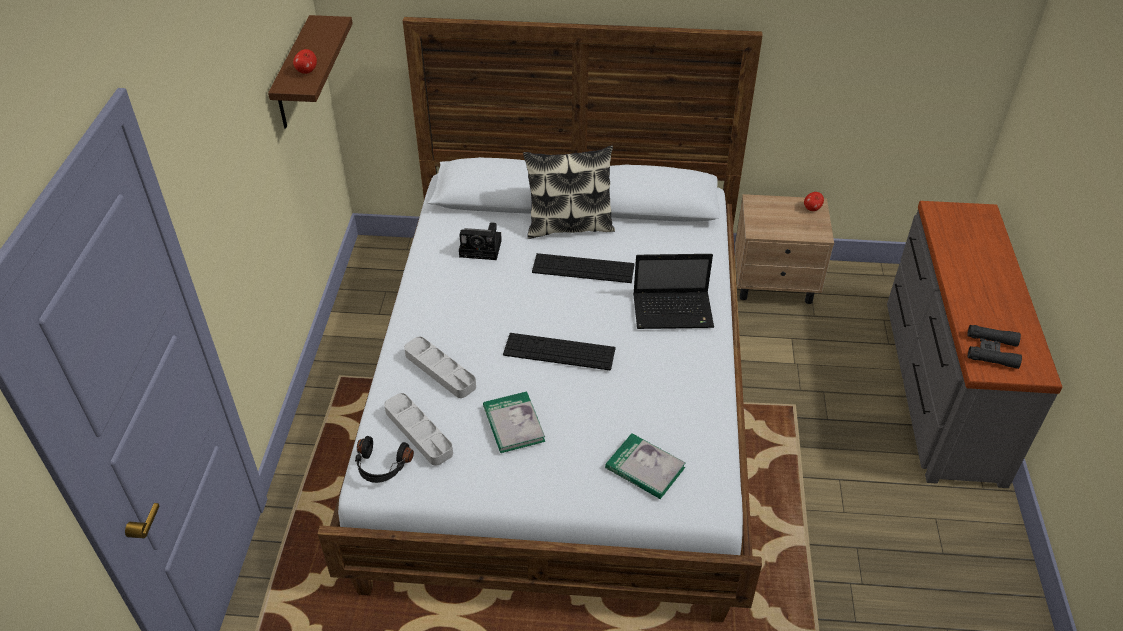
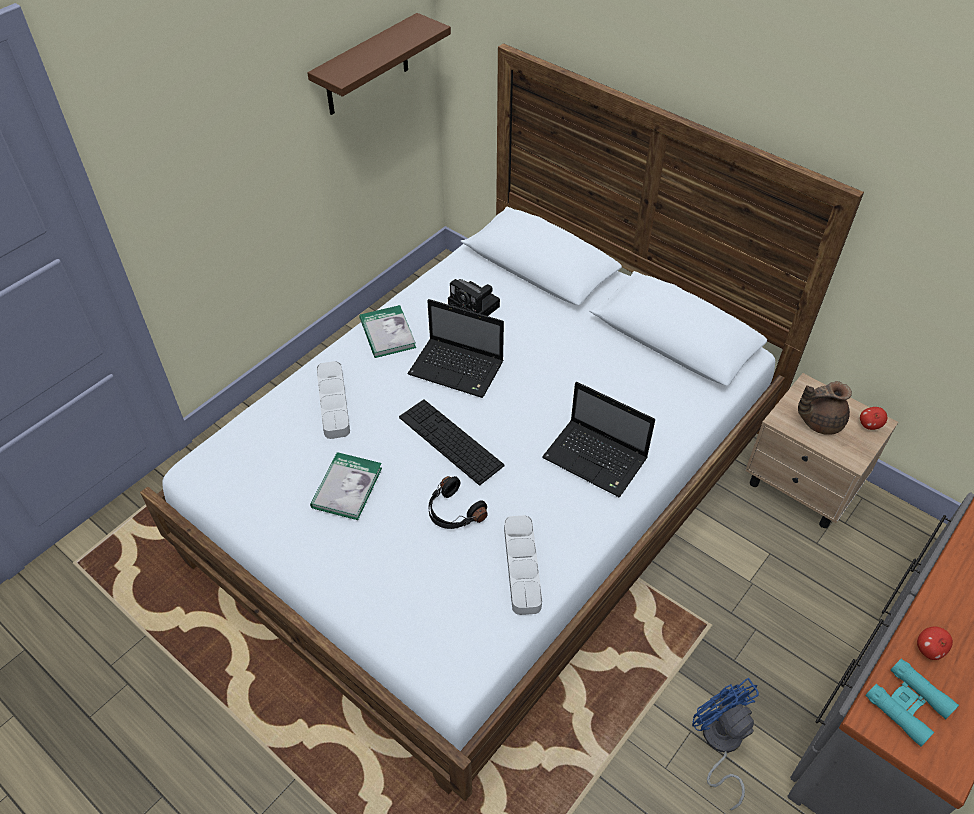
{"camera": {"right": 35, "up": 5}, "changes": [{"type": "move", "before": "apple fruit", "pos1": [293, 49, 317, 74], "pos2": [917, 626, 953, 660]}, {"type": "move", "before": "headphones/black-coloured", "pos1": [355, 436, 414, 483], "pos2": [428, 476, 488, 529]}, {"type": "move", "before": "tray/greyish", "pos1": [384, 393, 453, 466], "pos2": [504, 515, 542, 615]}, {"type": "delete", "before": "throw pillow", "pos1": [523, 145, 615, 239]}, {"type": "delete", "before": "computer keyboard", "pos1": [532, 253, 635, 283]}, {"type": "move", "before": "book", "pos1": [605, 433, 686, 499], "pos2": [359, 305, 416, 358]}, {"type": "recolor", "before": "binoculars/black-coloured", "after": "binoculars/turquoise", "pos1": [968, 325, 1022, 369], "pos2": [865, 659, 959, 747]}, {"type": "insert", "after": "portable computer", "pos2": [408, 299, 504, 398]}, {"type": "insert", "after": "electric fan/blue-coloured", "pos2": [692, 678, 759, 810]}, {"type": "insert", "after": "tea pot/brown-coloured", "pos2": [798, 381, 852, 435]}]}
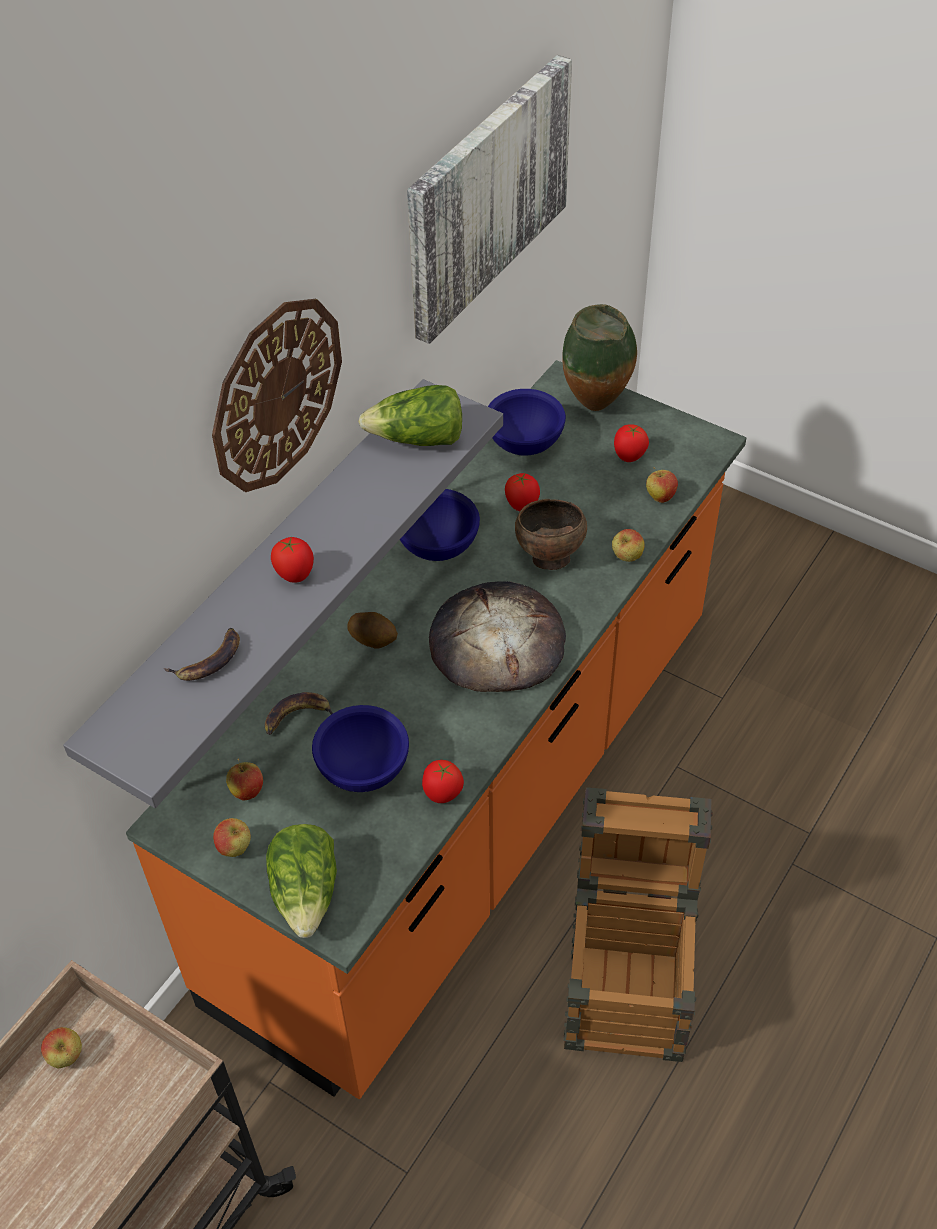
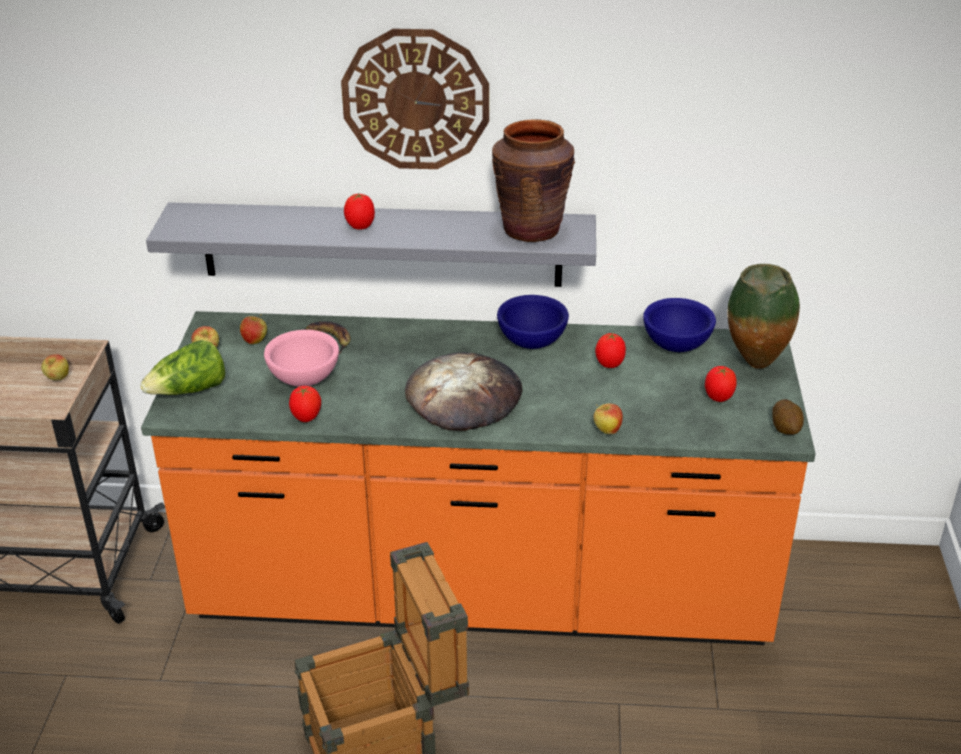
{"camera": {"right": 60, "up": -15}, "changes": [{"type": "delete", "before": "whole banana", "pos1": [163, 628, 240, 681]}, {"type": "recolor", "before": "deep dish/blue-coloured", "after": "deep dish/pink-coloured", "pos1": [312, 705, 409, 792], "pos2": [264, 330, 339, 387]}, {"type": "move", "before": "potato", "pos1": [347, 612, 398, 648], "pos2": [772, 399, 804, 435]}, {"type": "replace", "before": "lettuce head", "after": "flower vase/brown-coloured", "pos1": [358, 385, 462, 446], "pos2": [492, 119, 575, 242]}, {"type": "delete", "before": "picture", "pos1": [407, 55, 572, 344]}, {"type": "delete", "before": "deep dish/brown-coloured", "pos1": [515, 499, 587, 570]}, {"type": "delete", "before": "apple fruit", "pos1": [646, 467, 678, 503]}]}
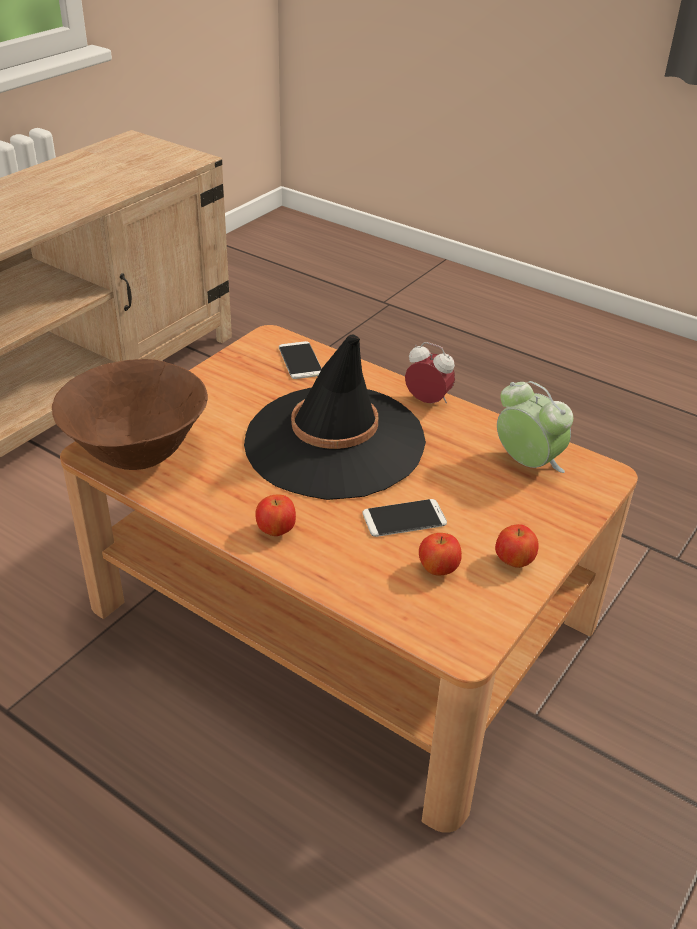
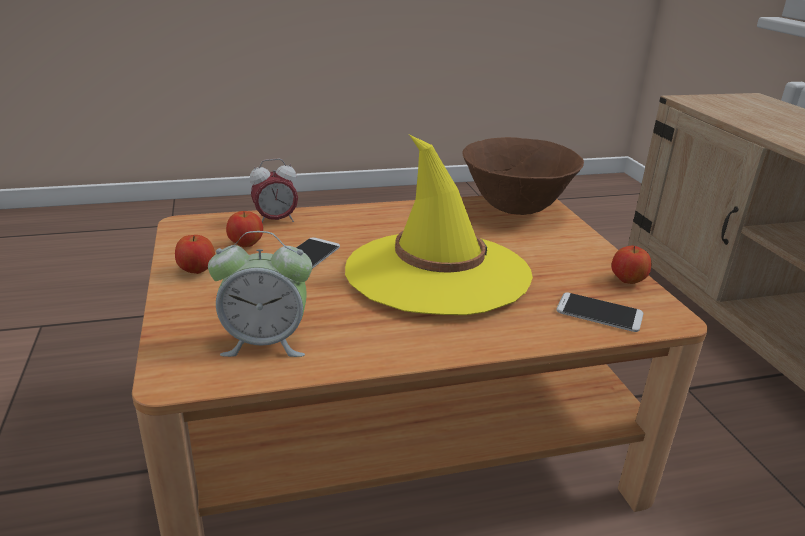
{"camera": {"right": 130, "up": -10}, "changes": [{"type": "recolor", "before": "hat/black-coloured", "after": "hat/yellow", "pos1": [244, 335, 426, 500], "pos2": [345, 135, 533, 315]}, {"type": "move", "before": "apple fruit", "pos1": [255, 494, 296, 536], "pos2": [611, 246, 651, 284]}, {"type": "move", "before": "alarm clock", "pos1": [405, 342, 455, 404], "pos2": [250, 158, 298, 223]}]}
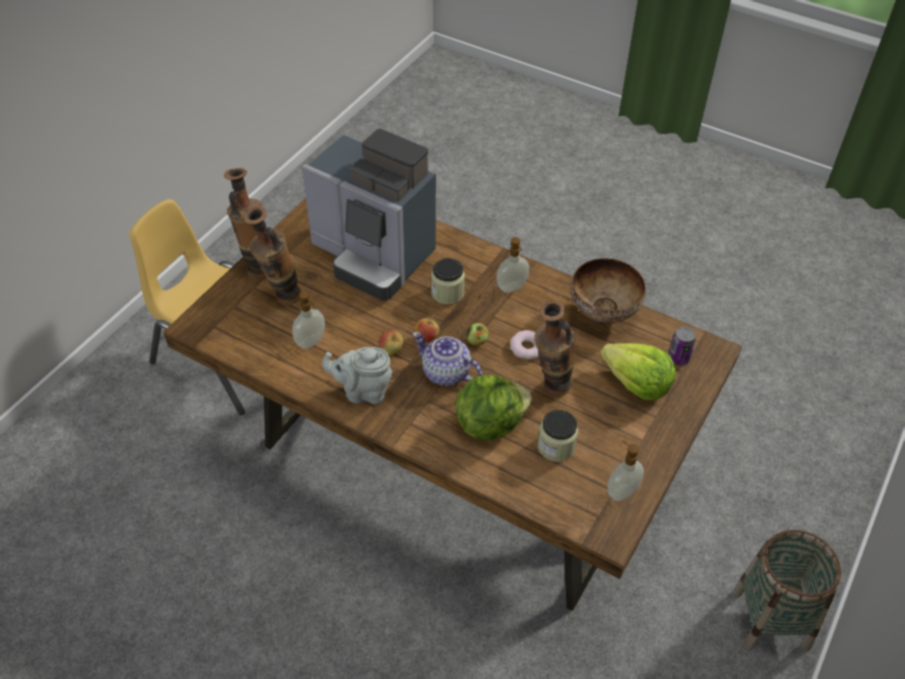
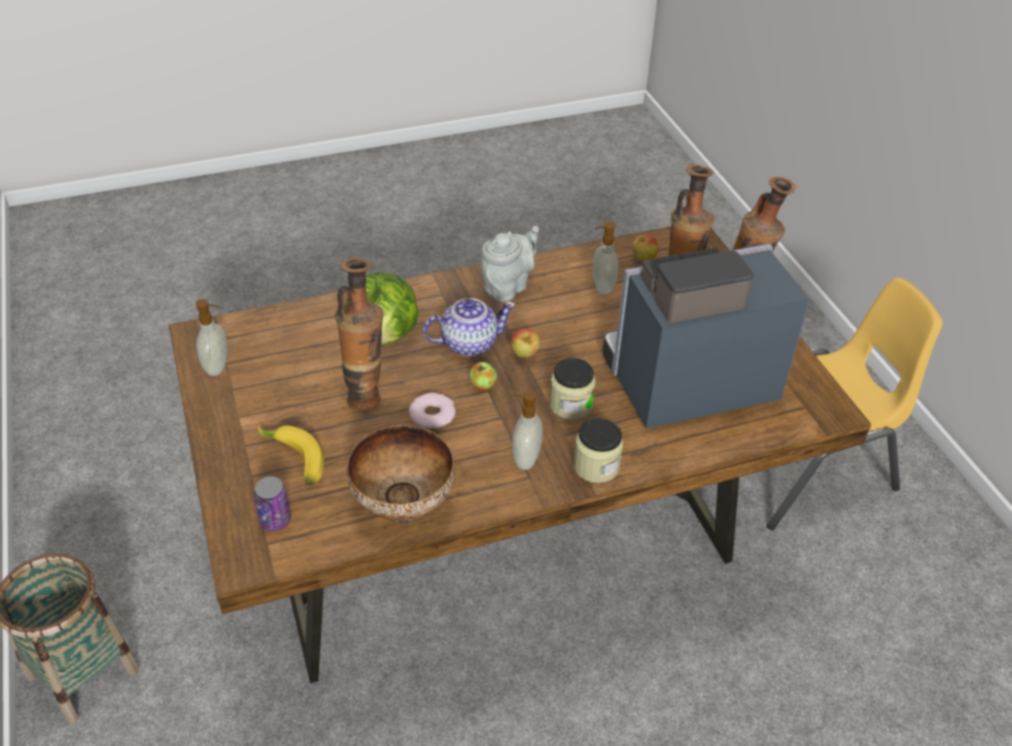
{"camera": {"right": 130, "up": -5}, "changes": [{"type": "move", "before": "apple fruit", "pos1": [379, 330, 404, 355], "pos2": [632, 234, 658, 261]}, {"type": "move", "before": "storage jar", "pos1": [538, 410, 578, 462], "pos2": [573, 418, 623, 483]}, {"type": "replace", "before": "lettuce head", "after": "whole banana", "pos1": [600, 343, 676, 400], "pos2": [257, 426, 324, 485]}]}
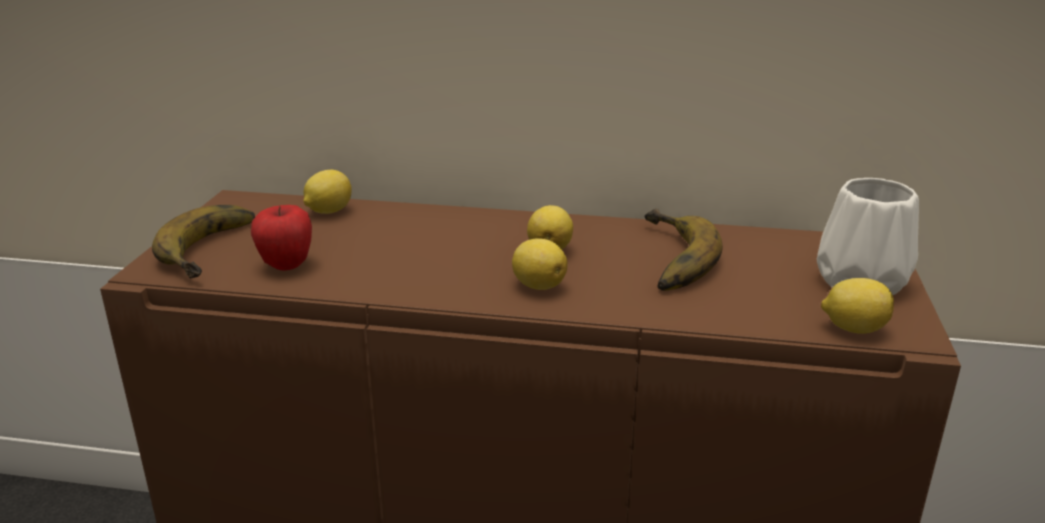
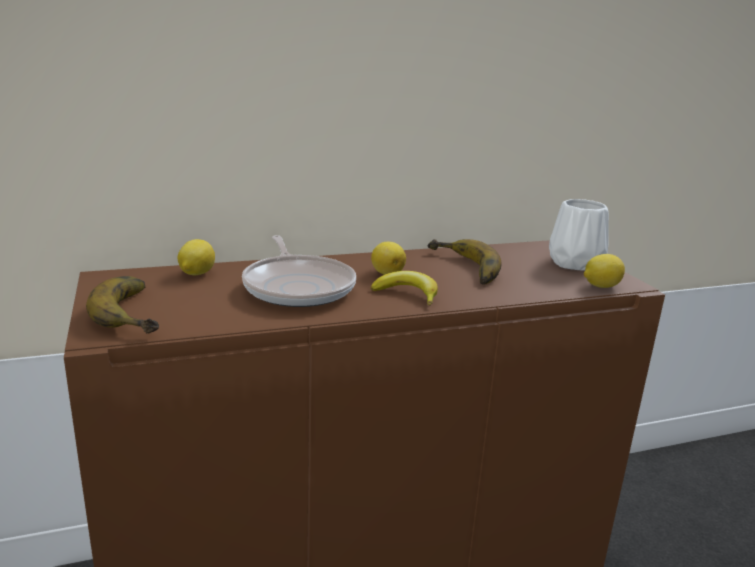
{"camera": {"right": -30, "up": -5}, "changes": [{"type": "delete", "before": "apple fruit", "pos1": [251, 205, 312, 270]}, {"type": "replace", "before": "whole lemon", "after": "whole banana", "pos1": [512, 238, 567, 290], "pos2": [371, 271, 438, 306]}, {"type": "insert", "after": "pan", "pos2": [242, 235, 356, 307]}]}
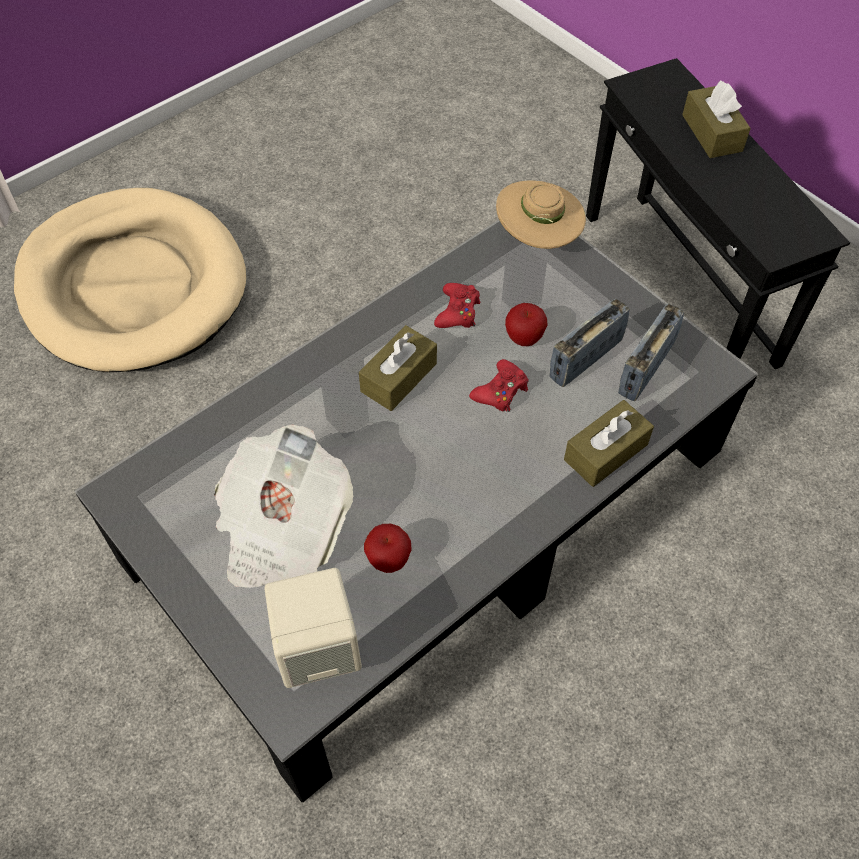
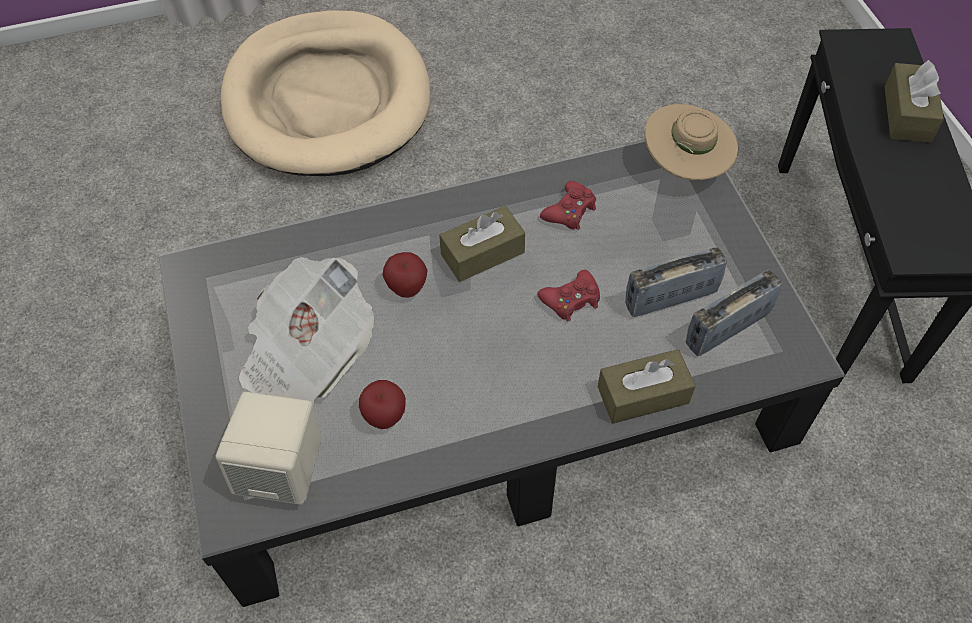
{"camera": {"right": 25, "up": 0}, "changes": [{"type": "move", "before": "apple fruit", "pos1": [505, 303, 548, 346], "pos2": [382, 252, 427, 298]}]}
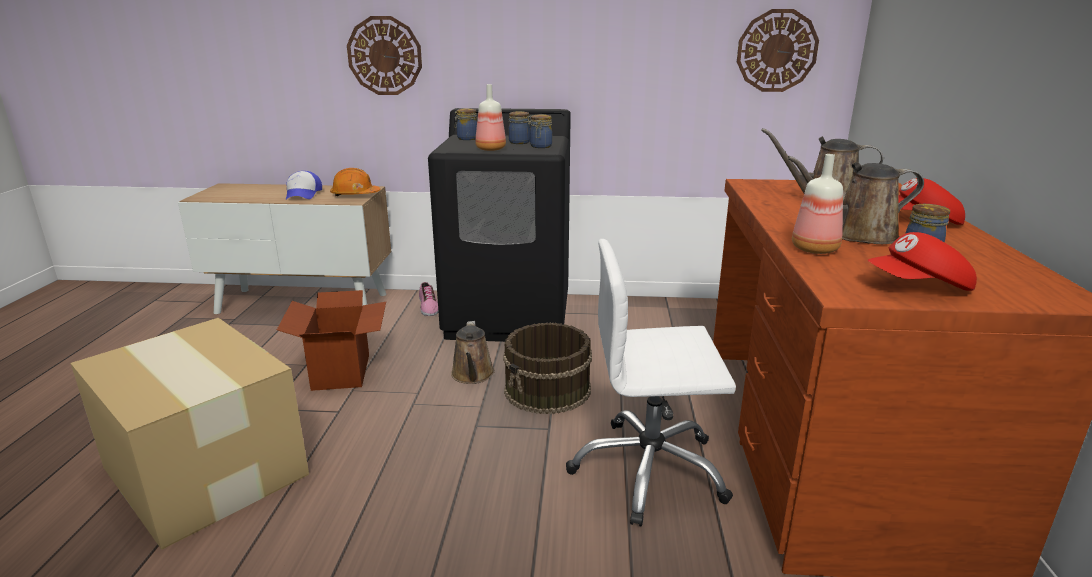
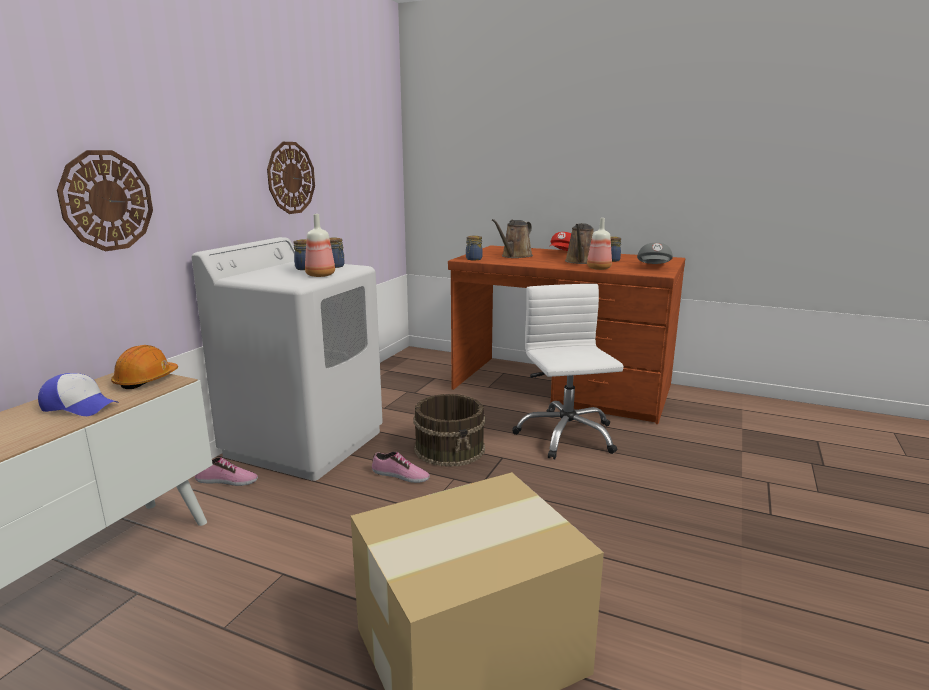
{"camera": {"right": -70, "up": -5}, "changes": [{"type": "delete", "before": "cardboard box", "pos1": [277, 290, 386, 391]}, {"type": "recolor", "before": "laundry appliance/black-coloured", "after": "laundry appliance/white-coloured", "pos1": [428, 108, 571, 342], "pos2": [192, 237, 383, 481]}, {"type": "replace", "before": "sprinkling can/brown-coloured", "after": "shoe", "pos1": [451, 321, 495, 384], "pos2": [372, 452, 430, 483]}, {"type": "move", "before": "storage jar", "pos1": [455, 108, 477, 140], "pos2": [466, 236, 483, 260]}, {"type": "rotate", "before": "computer chair/white-coloured", "pos1": [566, 239, 736, 526], "pos2": [512, 284, 624, 460], "turn": 150}, {"type": "move", "before": "clock on the wall", "pos1": [737, 9, 819, 92], "pos2": [267, 142, 315, 214]}, {"type": "recolor", "before": "baseball cap/red", "after": "baseball cap/greyish", "pos1": [868, 232, 977, 291], "pos2": [637, 243, 673, 264]}]}
